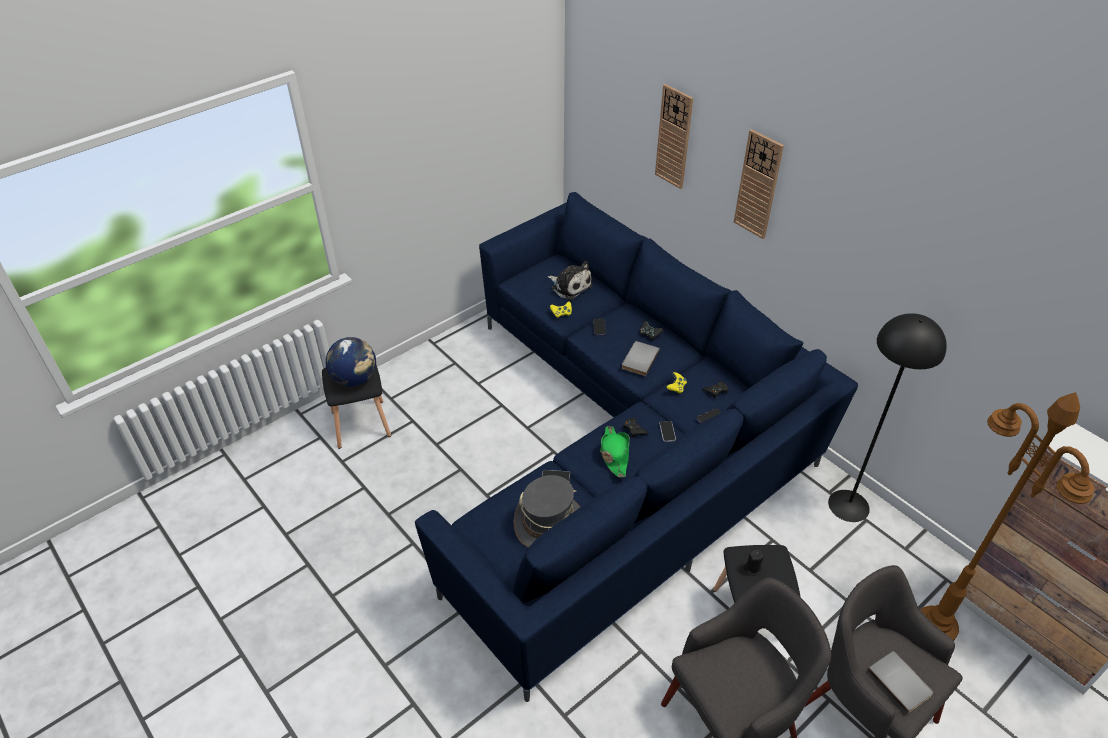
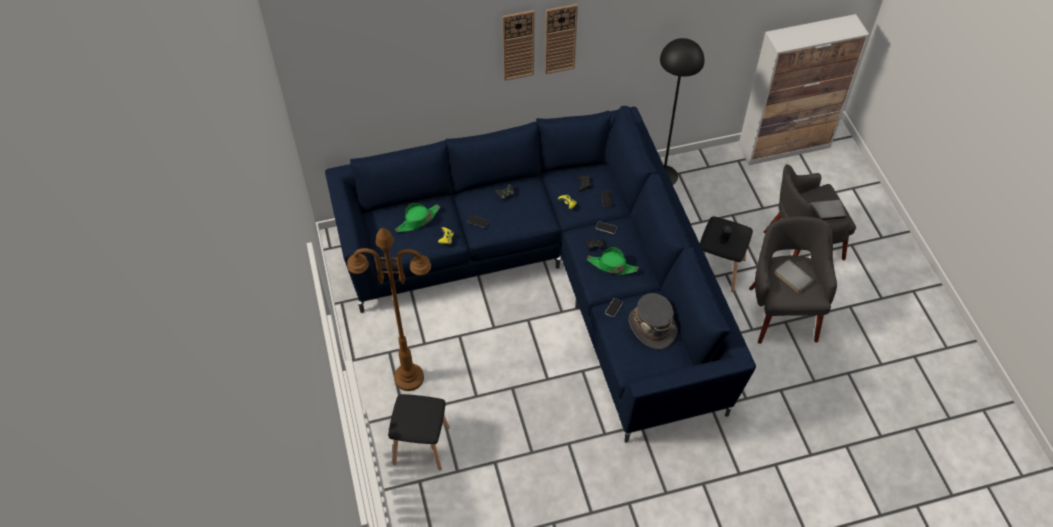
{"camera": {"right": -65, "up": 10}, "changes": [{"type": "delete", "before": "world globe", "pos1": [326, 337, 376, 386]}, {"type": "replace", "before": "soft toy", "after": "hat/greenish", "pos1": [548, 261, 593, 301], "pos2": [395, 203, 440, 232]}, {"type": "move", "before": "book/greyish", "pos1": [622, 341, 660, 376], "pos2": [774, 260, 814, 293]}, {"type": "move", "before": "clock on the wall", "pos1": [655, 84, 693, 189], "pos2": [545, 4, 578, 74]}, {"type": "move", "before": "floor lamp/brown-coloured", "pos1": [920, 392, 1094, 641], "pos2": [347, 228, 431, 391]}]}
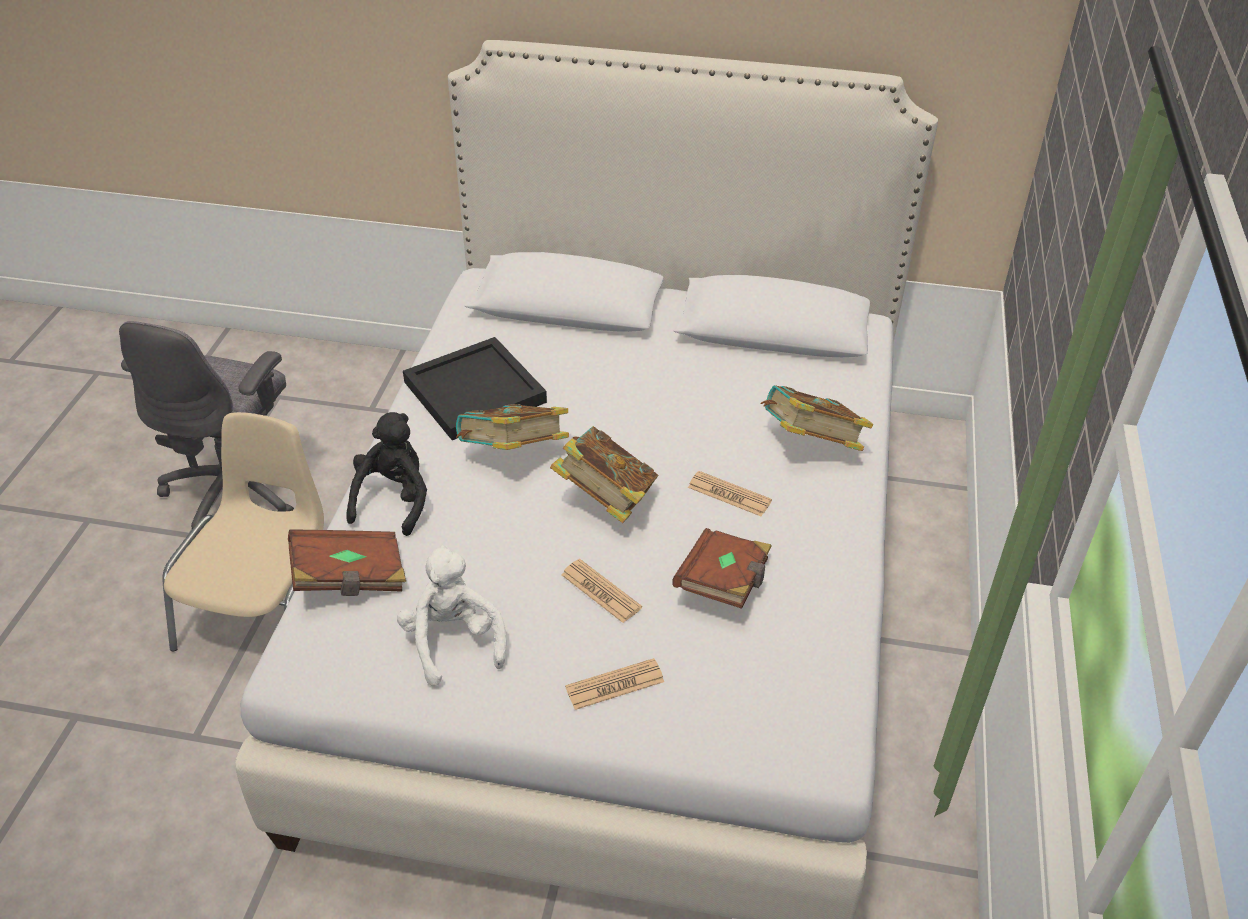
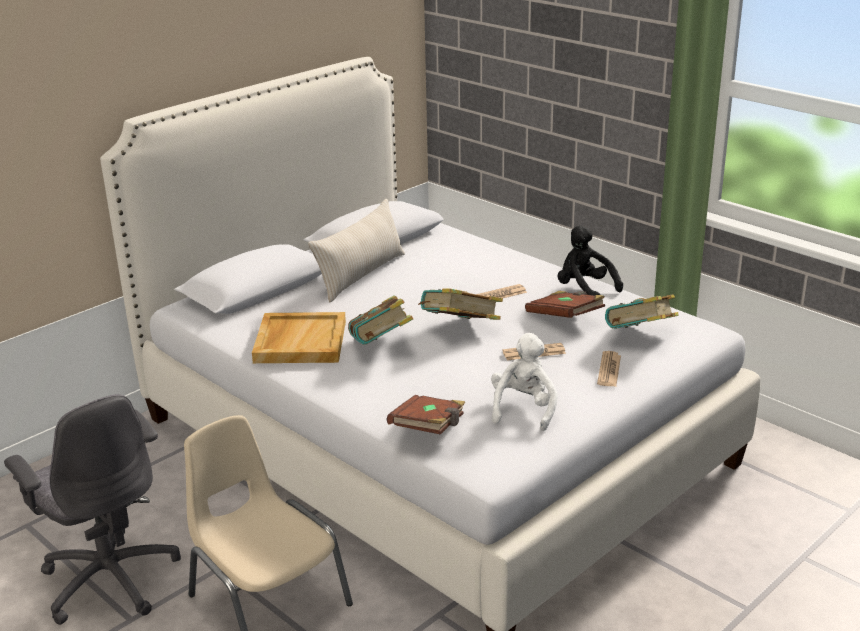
{"camera": {"right": -55, "up": -15}, "changes": [{"type": "move", "before": "soft toy/black-coloured", "pos1": [346, 412, 427, 536], "pos2": [558, 226, 623, 296]}, {"type": "rotate", "before": "soft toy/white-coloured", "pos1": [397, 545, 506, 686], "pos2": [491, 333, 558, 431], "turn": 90}, {"type": "recolor", "before": "tray/black-coloured", "after": "tray/beige-coloured", "pos1": [403, 337, 547, 440], "pos2": [252, 312, 346, 363]}, {"type": "move", "before": "book", "pos1": [761, 385, 873, 451], "pos2": [605, 294, 679, 329]}, {"type": "insert", "after": "throw pillow/beige-coloured", "pos2": [308, 199, 405, 302]}]}
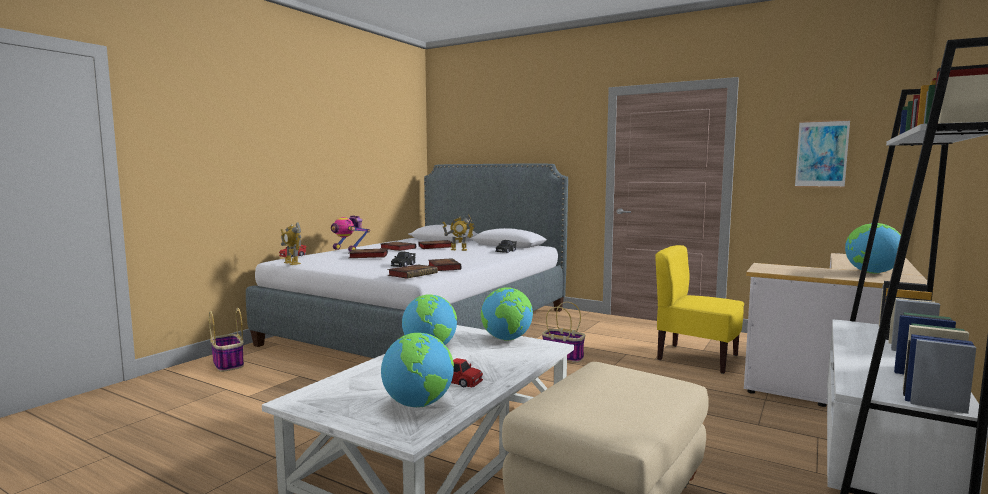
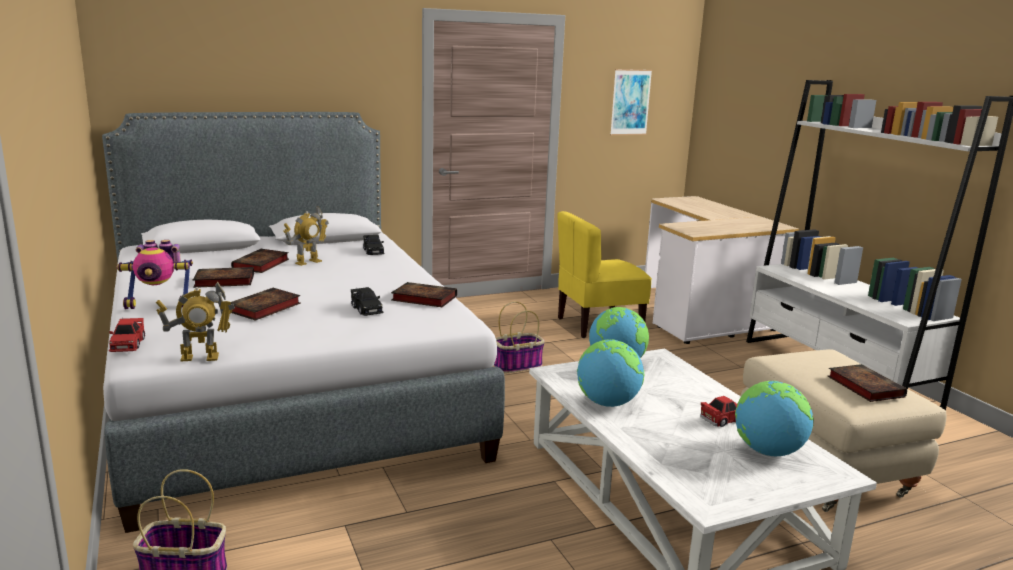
{"camera": {"right": -55, "up": 10}, "changes": [{"type": "move", "before": "book", "pos1": [388, 265, 438, 278], "pos2": [828, 364, 907, 402]}, {"type": "delete", "before": "world globe", "pos1": [845, 223, 901, 273]}]}
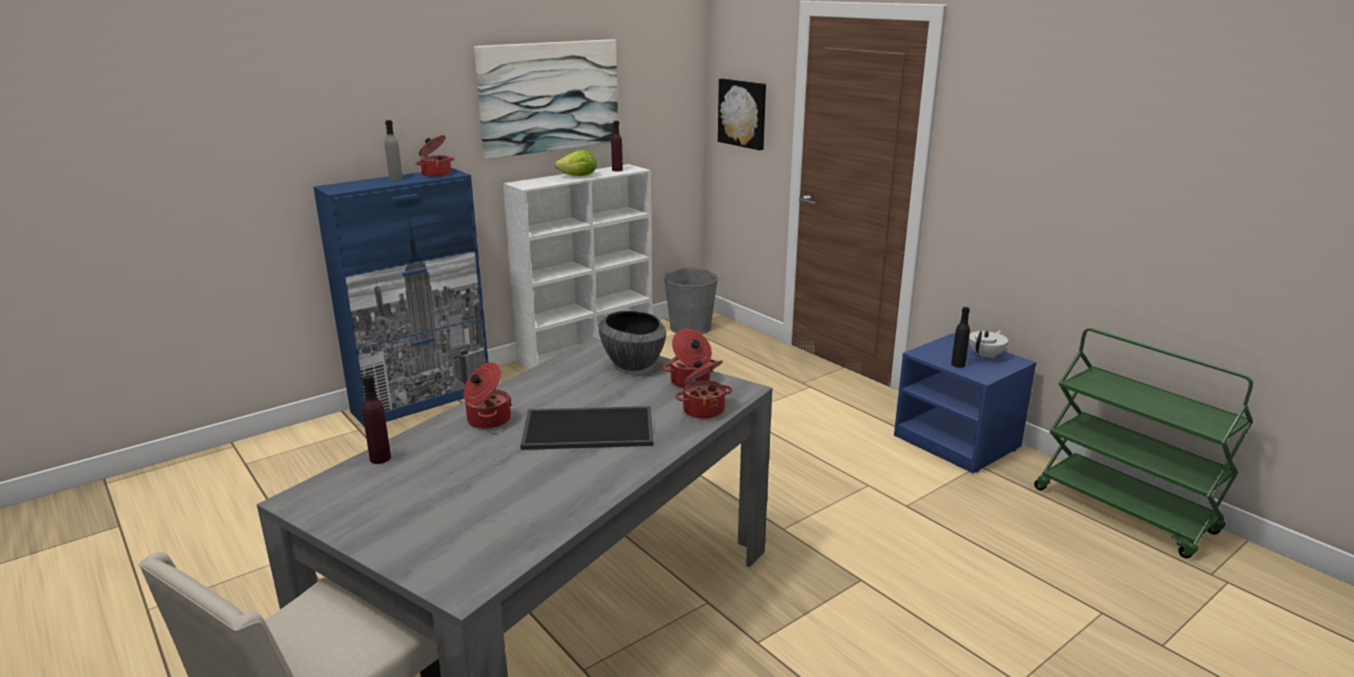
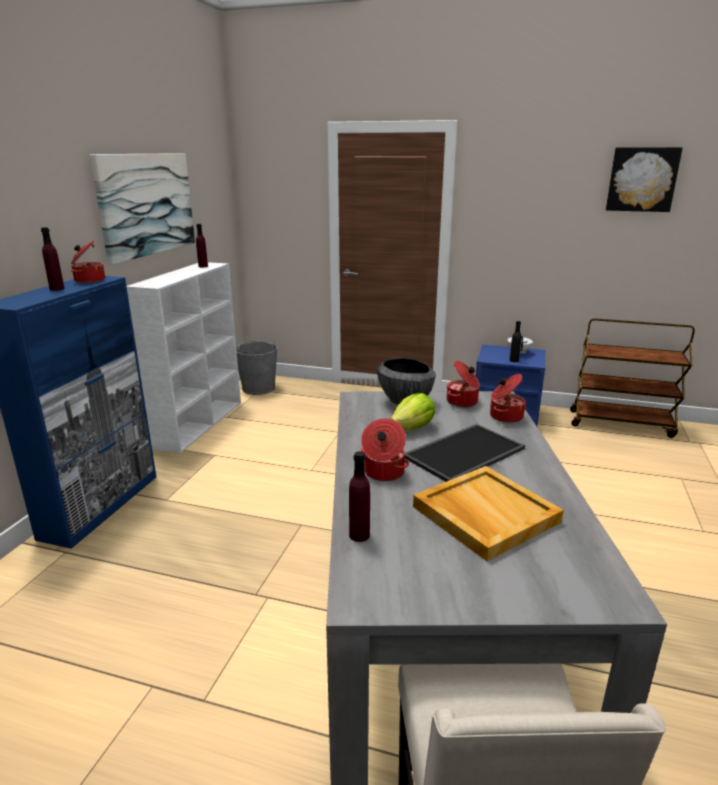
{"camera": {"right": -35, "up": 0}, "changes": [{"type": "recolor", "before": "bottle/greyish", "after": "bottle/purplish", "pos1": [385, 120, 403, 181], "pos2": [41, 227, 64, 291]}, {"type": "move", "before": "lettuce head", "pos1": [555, 150, 597, 176], "pos2": [390, 393, 435, 430]}, {"type": "move", "before": "picture", "pos1": [718, 78, 766, 150], "pos2": [606, 147, 683, 212]}, {"type": "recolor", "before": "cart/greenish", "after": "cart/brown-coloured", "pos1": [1034, 328, 1253, 558], "pos2": [570, 318, 695, 438]}, {"type": "insert", "after": "tray/beige-coloured", "pos2": [413, 466, 564, 561]}]}
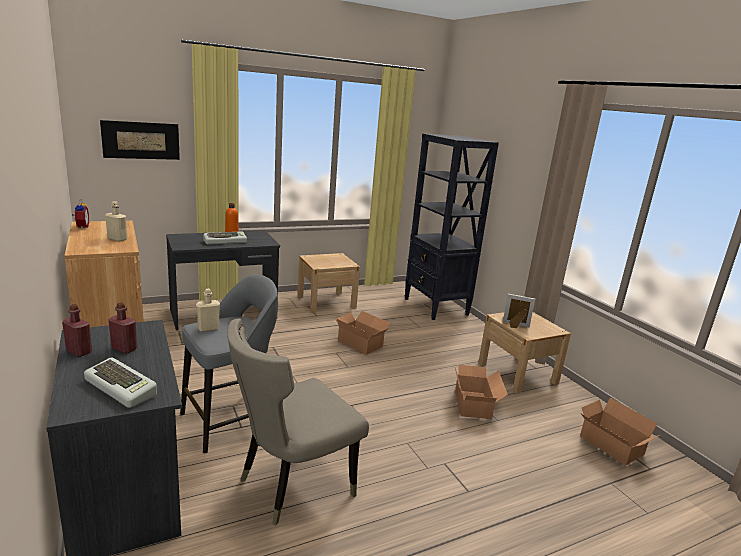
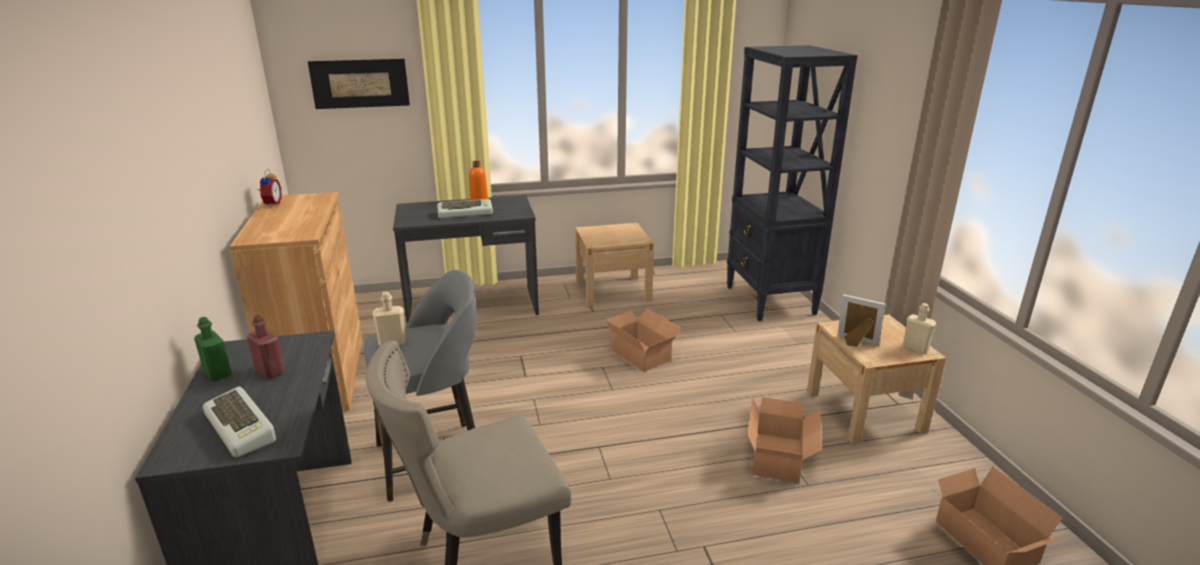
{"camera": {"right": 15, "up": 5}, "changes": [{"type": "recolor", "before": "bottle/red", "after": "bottle/greenish", "pos1": [62, 304, 92, 357], "pos2": [194, 317, 232, 381]}, {"type": "move", "before": "bottle/beige-coloured", "pos1": [105, 201, 127, 242], "pos2": [902, 303, 936, 354]}]}
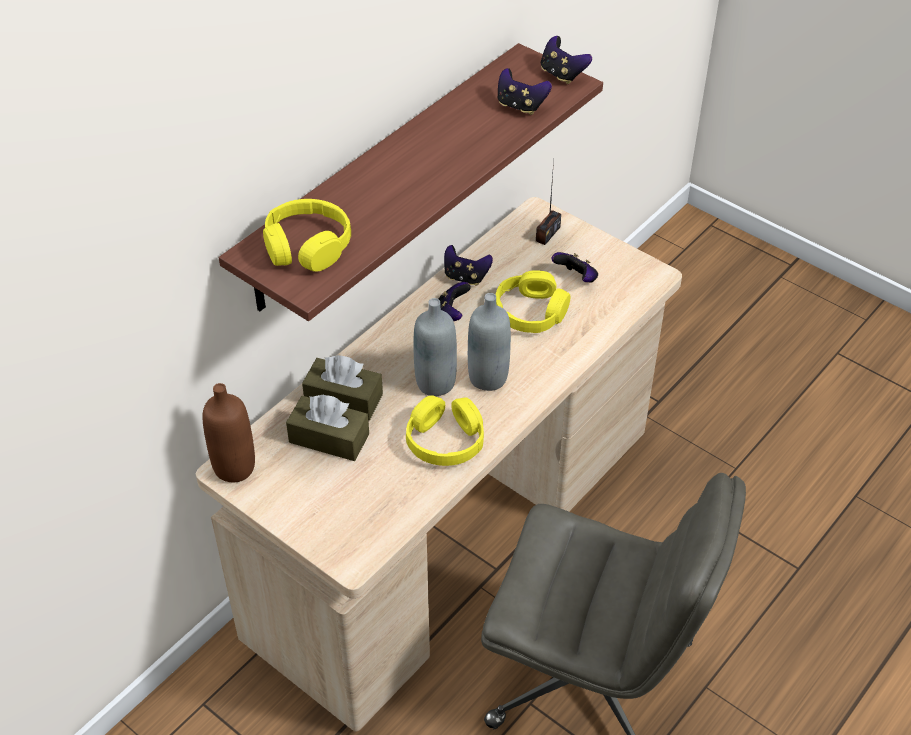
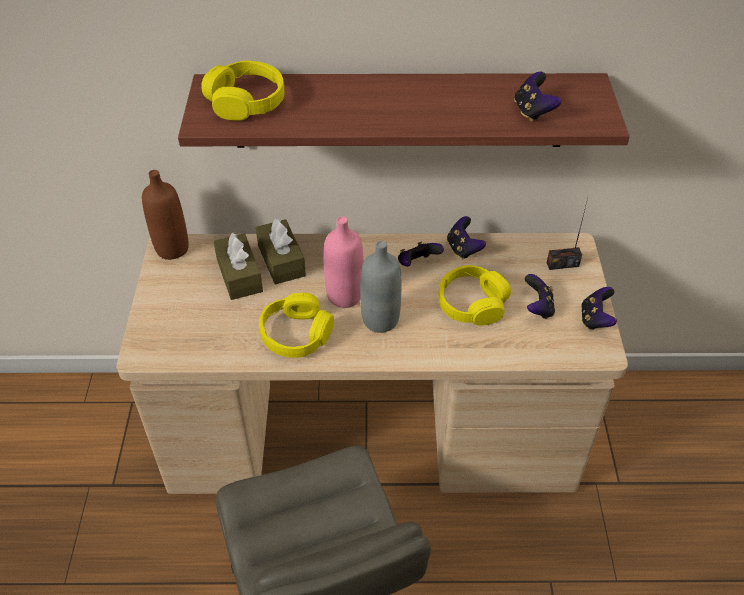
{"camera": {"right": 50, "up": 0}, "changes": [{"type": "recolor", "before": "bottle/greyish", "after": "bottle/pink-coloured", "pos1": [413, 298, 457, 396], "pos2": [323, 216, 364, 308]}, {"type": "move", "before": "gamepad", "pos1": [541, 36, 592, 84], "pos2": [581, 287, 617, 330]}]}
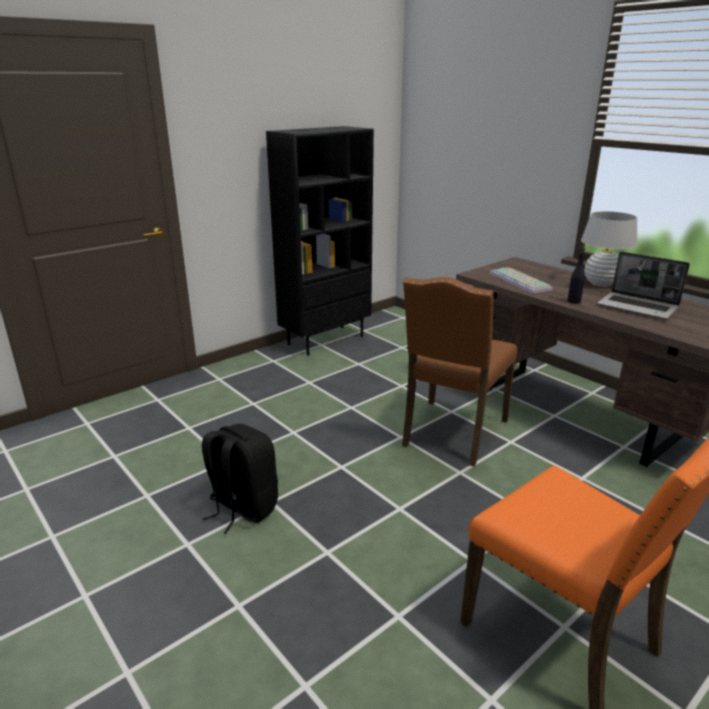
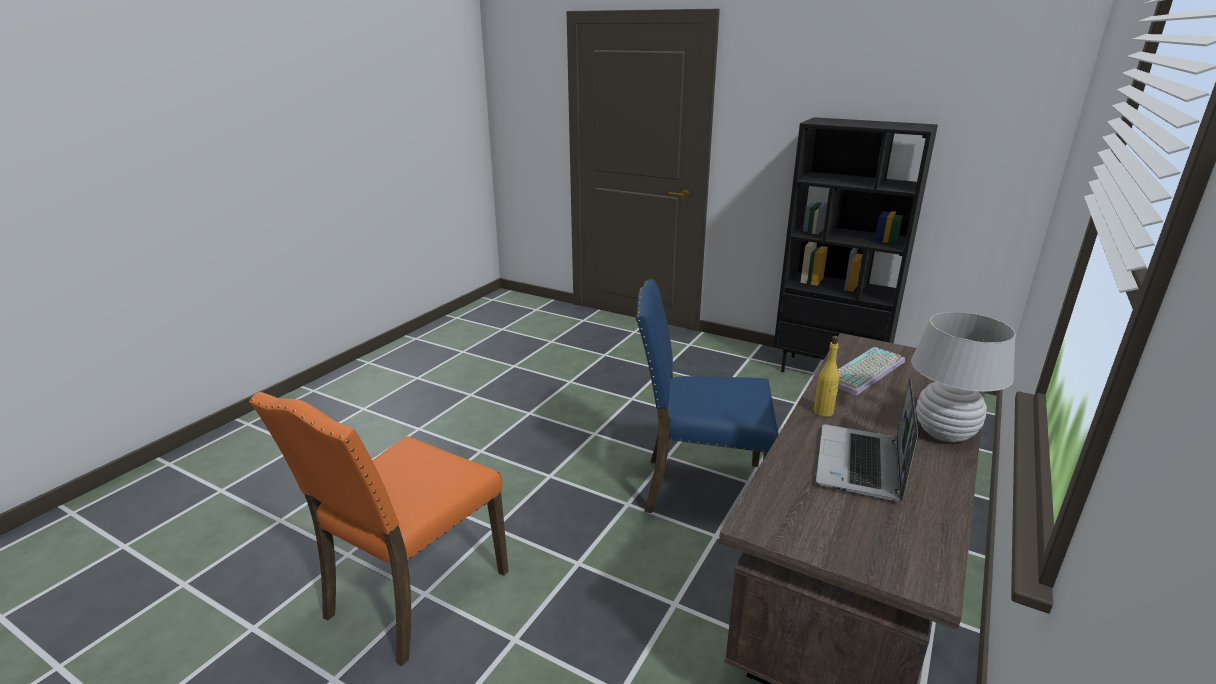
{"camera": {"right": 70, "up": 0}, "changes": [{"type": "delete", "before": "knapsack/black-coloured", "pos1": [202, 424, 278, 534]}, {"type": "recolor", "before": "plain chair/brown-coloured", "after": "plain chair/blue-coloured", "pos1": [402, 277, 518, 467], "pos2": [636, 279, 779, 513]}, {"type": "recolor", "before": "bottle/black-coloured", "after": "bottle/yellow", "pos1": [567, 247, 585, 304], "pos2": [814, 336, 839, 417]}]}
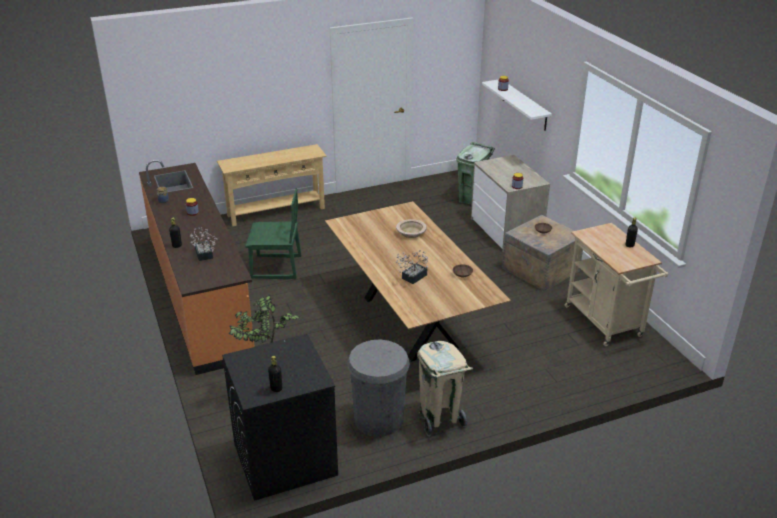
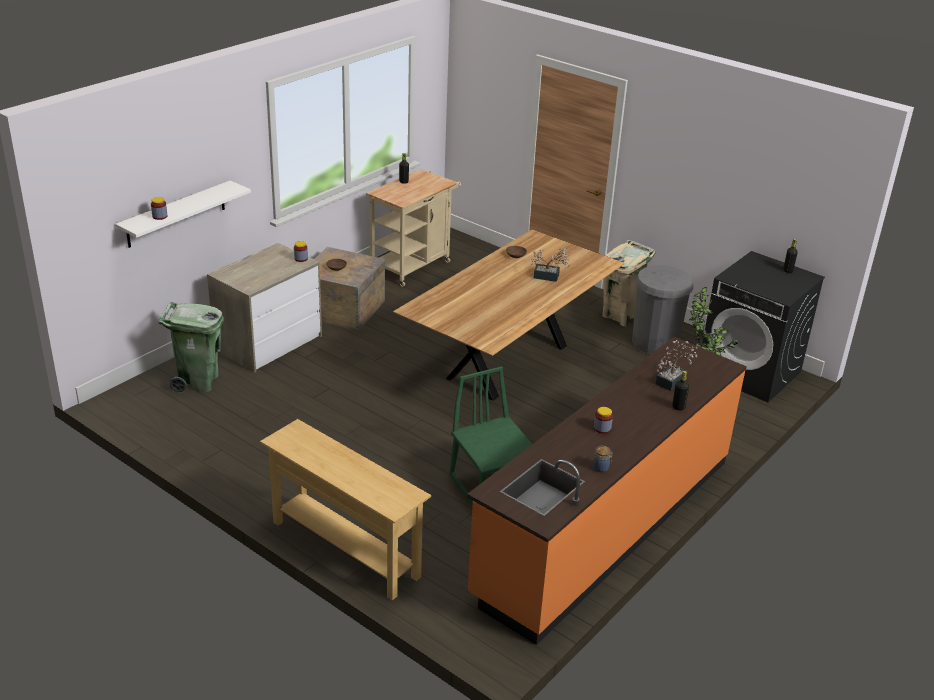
{"camera": {"right": -120, "up": 0}, "changes": [{"type": "delete", "before": "deep dish/beige-coloured", "pos1": [396, 219, 426, 238]}]}
